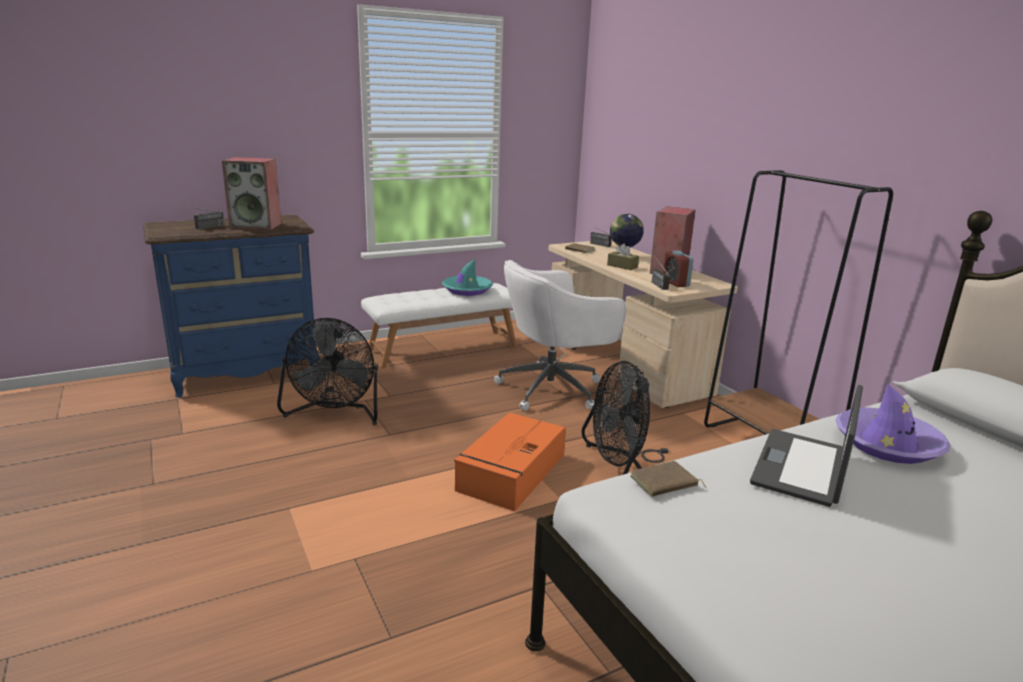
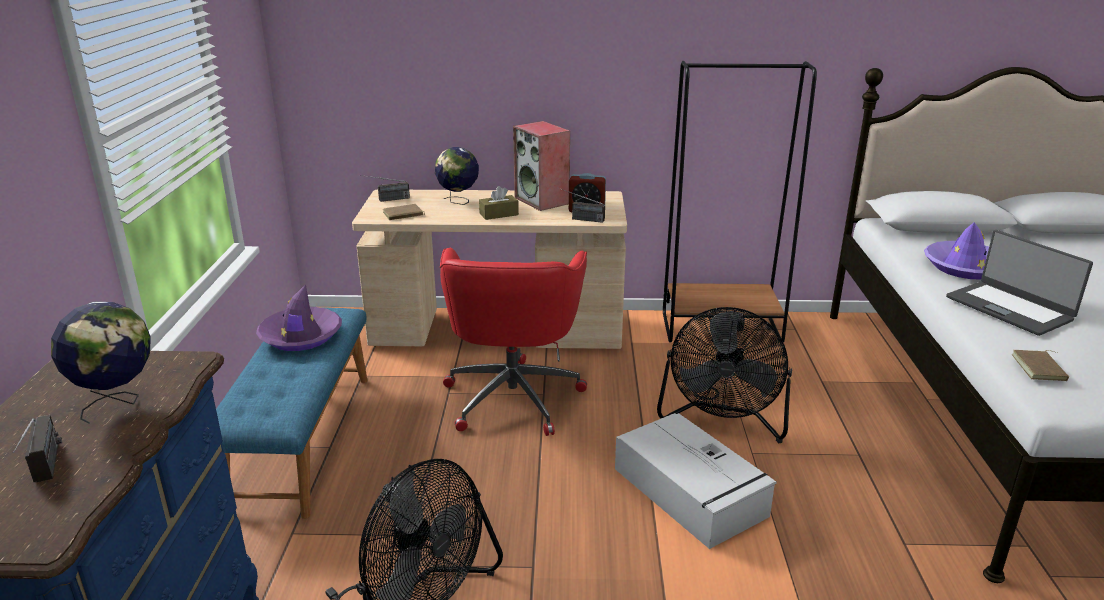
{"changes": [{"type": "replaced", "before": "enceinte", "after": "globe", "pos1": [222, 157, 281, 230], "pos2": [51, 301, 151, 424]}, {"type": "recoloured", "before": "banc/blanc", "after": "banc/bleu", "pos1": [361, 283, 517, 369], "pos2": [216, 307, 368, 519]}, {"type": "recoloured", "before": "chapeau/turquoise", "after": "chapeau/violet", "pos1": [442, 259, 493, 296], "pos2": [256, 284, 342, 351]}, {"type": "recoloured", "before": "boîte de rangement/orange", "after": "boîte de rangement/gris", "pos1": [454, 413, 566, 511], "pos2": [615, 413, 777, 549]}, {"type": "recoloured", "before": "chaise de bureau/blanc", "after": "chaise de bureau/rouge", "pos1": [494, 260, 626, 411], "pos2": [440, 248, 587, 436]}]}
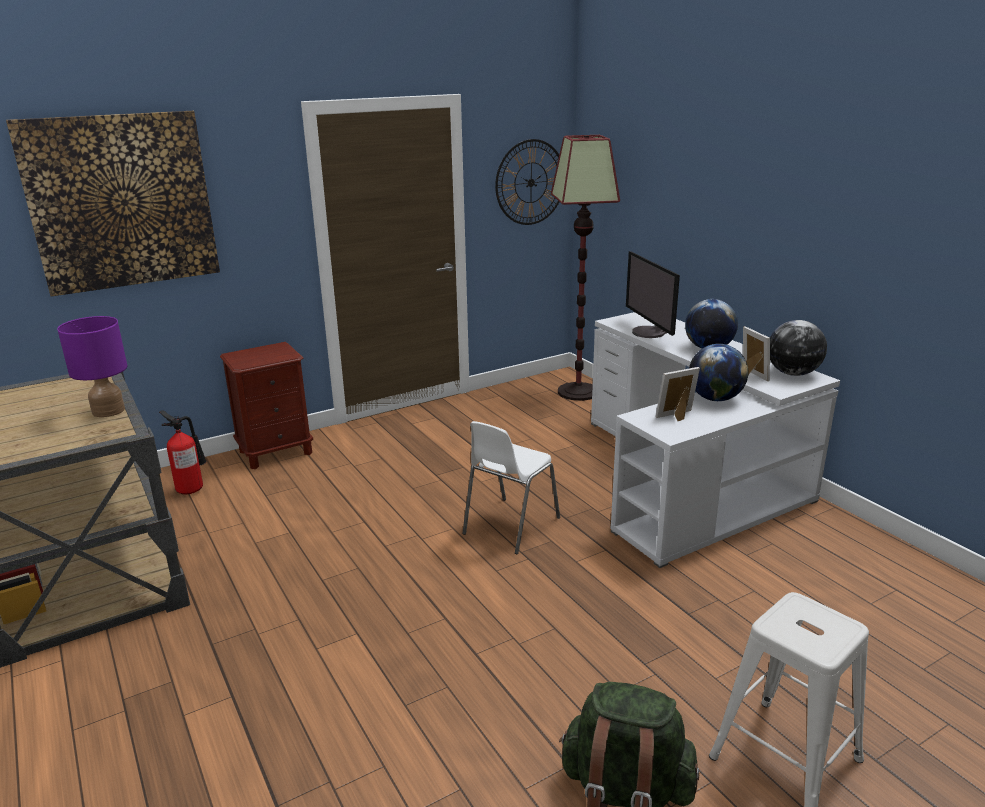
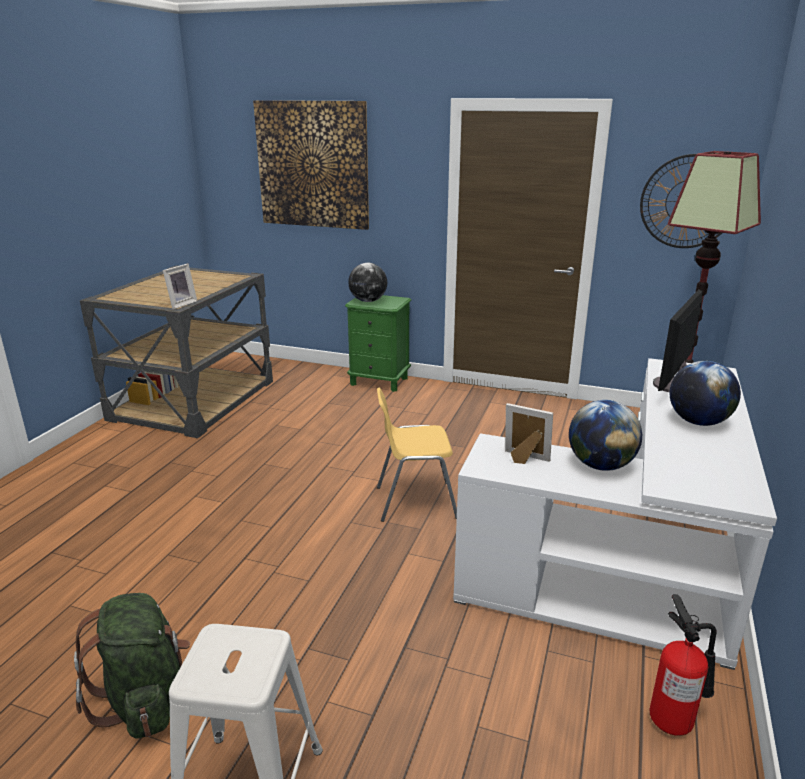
{"changes": [{"type": "removed", "before": "lampe de table/violet", "pos1": [57, 316, 128, 417]}, {"type": "moved", "before": "extincteur", "pos1": [159, 410, 207, 494], "pos2": [649, 594, 717, 736]}, {"type": "recoloured", "before": "table de chevet/marron", "after": "table de chevet/vert", "pos1": [220, 342, 313, 469], "pos2": [345, 295, 411, 392]}, {"type": "recoloured", "before": "chaise/blanc", "after": "chaise/jaune", "pos1": [462, 421, 560, 554], "pos2": [377, 388, 457, 522]}, {"type": "moved", "before": "cadre photo", "pos1": [743, 326, 770, 381], "pos2": [163, 264, 197, 309]}, {"type": "moved", "before": "globe", "pos1": [770, 320, 827, 376], "pos2": [348, 263, 387, 302]}]}
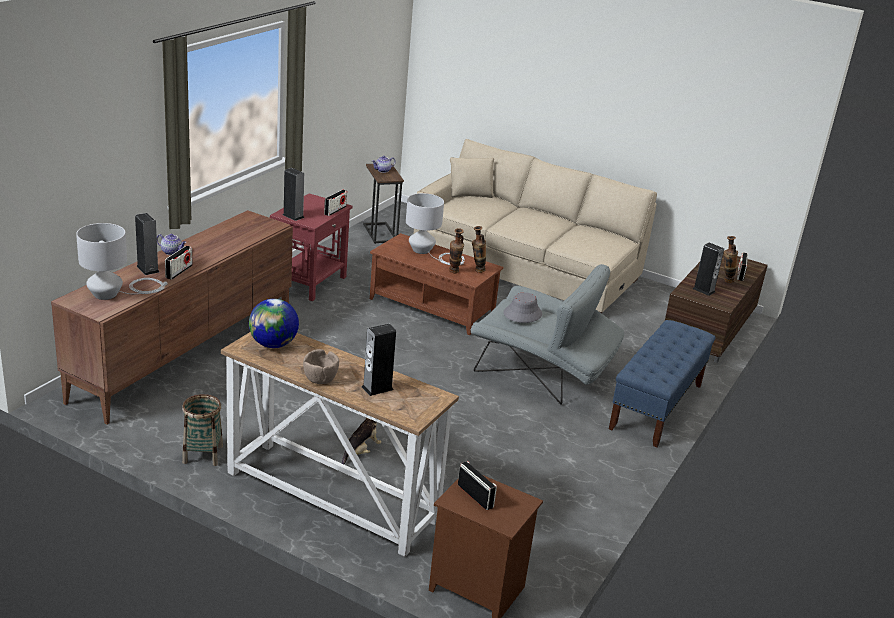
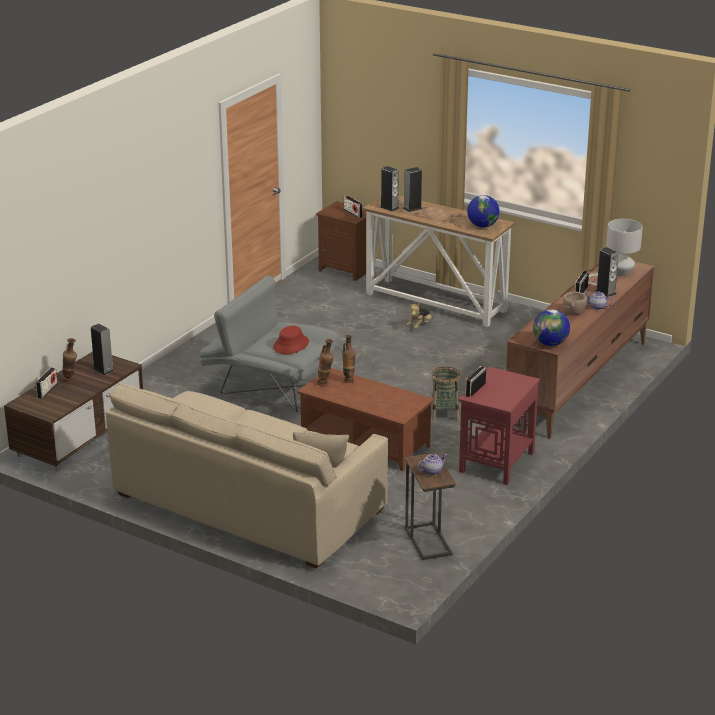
{"changes": [{"type": "moved", "before": "panier", "pos1": [182, 394, 223, 466], "pos2": [432, 366, 461, 420]}, {"type": "moved", "before": "enceinte", "pos1": [282, 168, 305, 221], "pos2": [380, 166, 399, 211]}, {"type": "moved", "before": "bol/marron", "pos1": [303, 349, 339, 384], "pos2": [563, 292, 587, 314]}, {"type": "removed", "before": "lampe de table/gris", "pos1": [406, 193, 465, 265]}, {"type": "recoloured", "before": "chapeau/gris", "after": "chapeau/rouge", "pos1": [503, 292, 542, 323], "pos2": [273, 326, 309, 354]}, {"type": "removed", "before": "banc/bleu", "pos1": [609, 320, 716, 447]}, {"type": "added", "after": "globe", "pos2": [533, 309, 570, 346]}]}
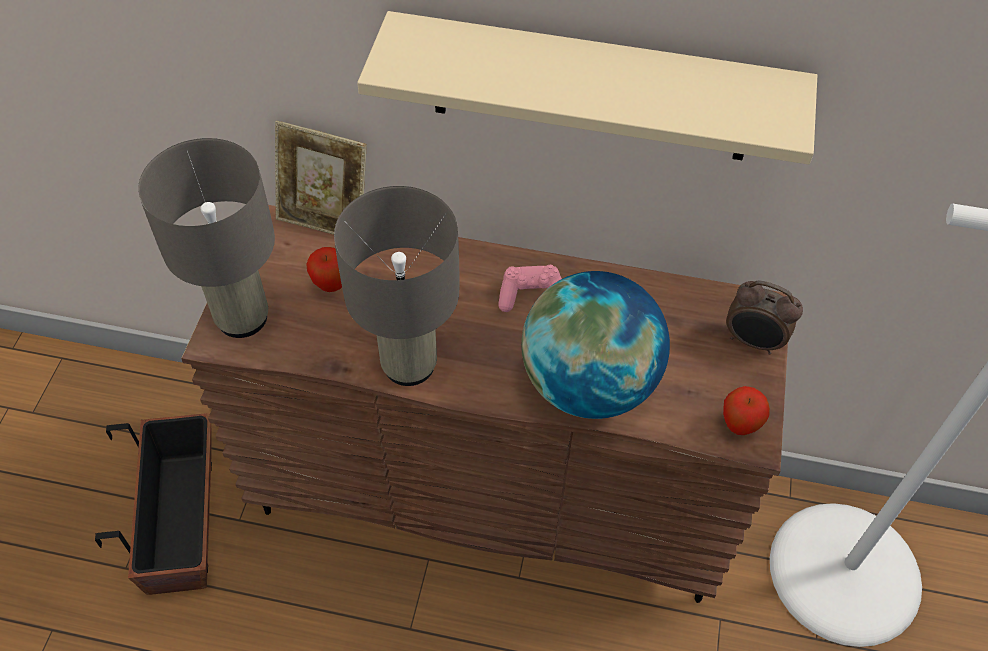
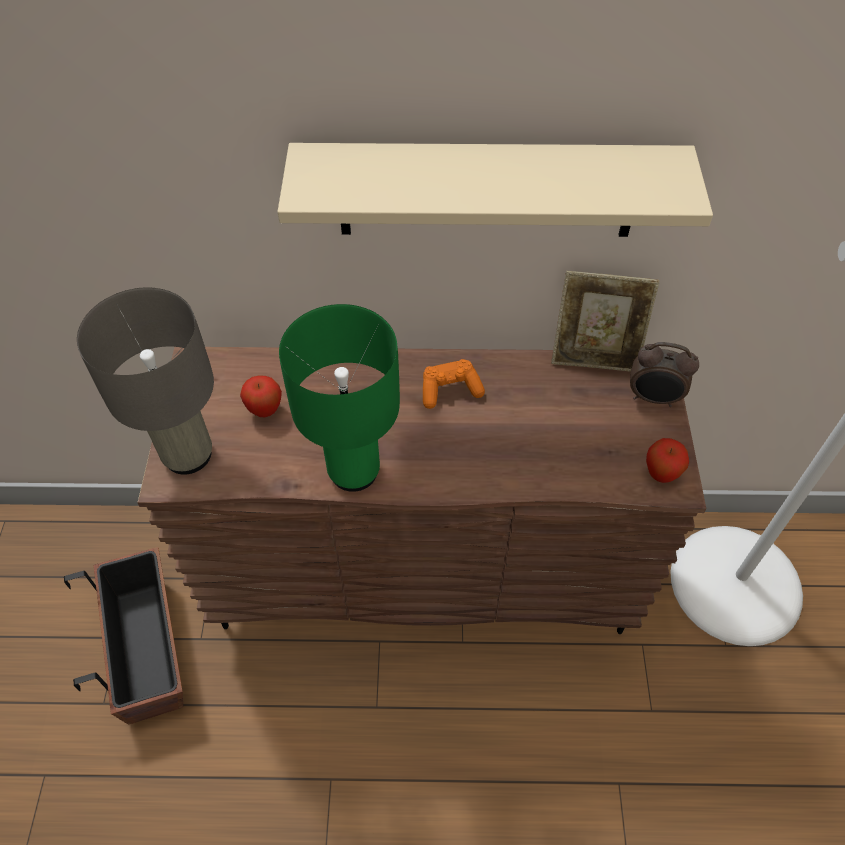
{"changes": [{"type": "moved", "before": "cadre photo", "pos1": [275, 121, 367, 235], "pos2": [551, 271, 660, 372]}, {"type": "recoloured", "before": "lampe de table/gris", "after": "lampe de table/vert", "pos1": [334, 186, 460, 386], "pos2": [279, 304, 400, 492]}, {"type": "recoloured", "before": "manette/rose", "after": "manette/orange", "pos1": [498, 265, 562, 312], "pos2": [423, 359, 485, 409]}, {"type": "removed", "before": "globe", "pos1": [521, 271, 670, 419]}]}
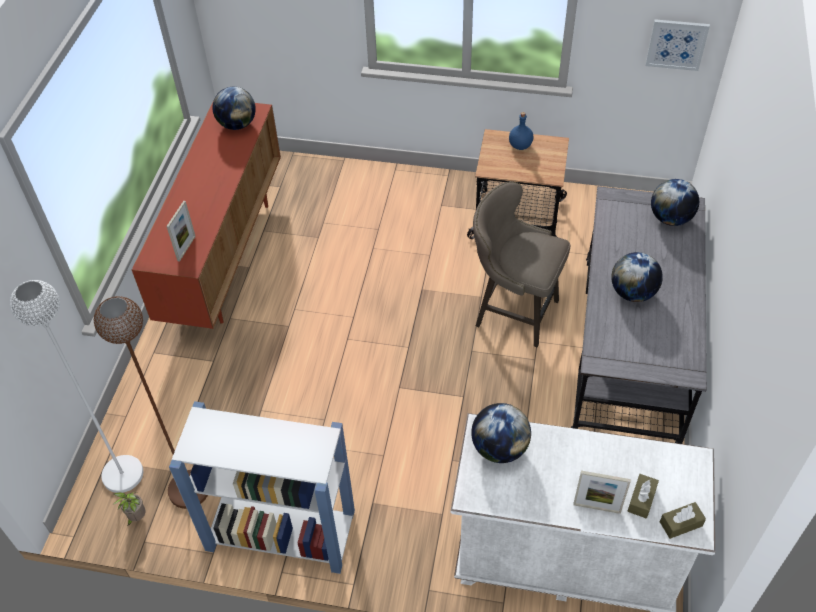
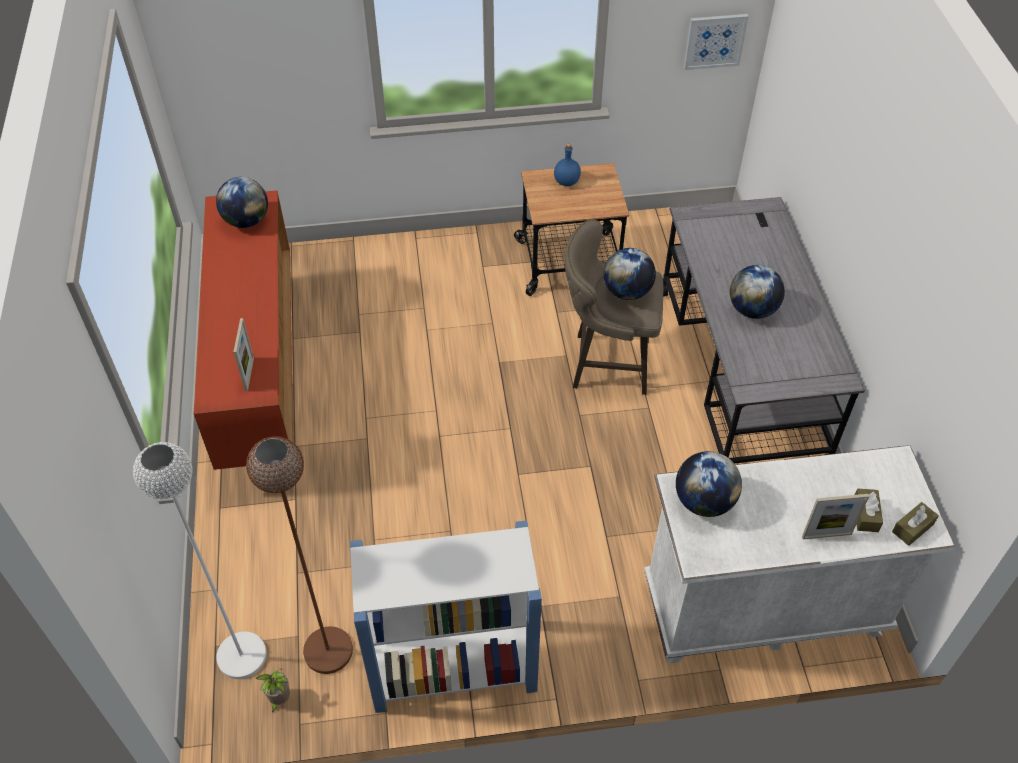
{"changes": [{"type": "moved", "before": "globe", "pos1": [651, 179, 699, 226], "pos2": [603, 248, 656, 300]}]}
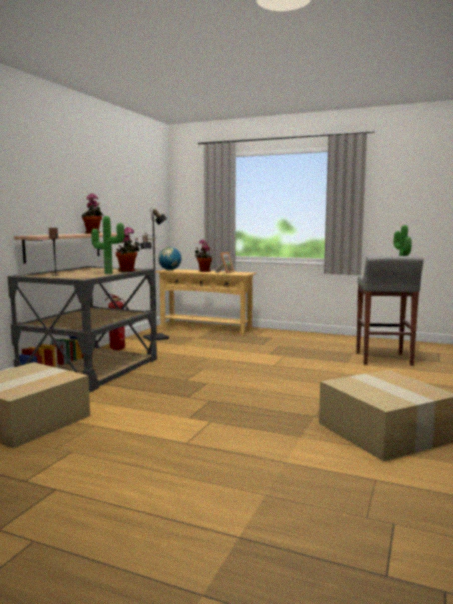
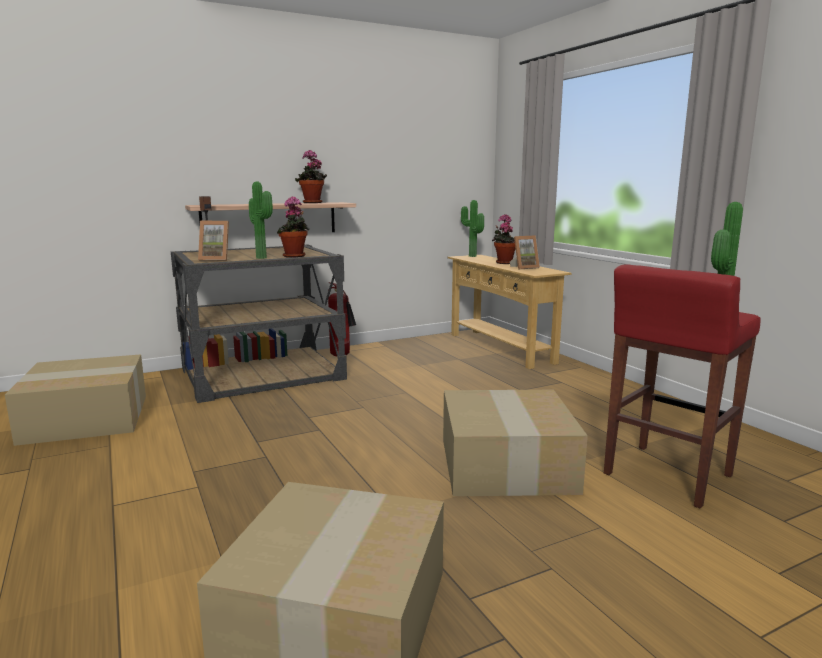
{"changes": [{"type": "removed", "before": "lampadaire/noir", "pos1": [140, 208, 169, 341]}, {"type": "replaced", "before": "globe", "after": "plante en pot", "pos1": [158, 247, 181, 270], "pos2": [461, 200, 484, 257]}, {"type": "recoloured", "before": "tabouret/gris", "after": "tabouret/rouge", "pos1": [356, 256, 424, 366], "pos2": [604, 264, 761, 509]}, {"type": "added", "after": "cadre photo", "pos2": [198, 221, 229, 261]}, {"type": "added", "after": "carton", "pos2": [443, 390, 588, 496]}]}
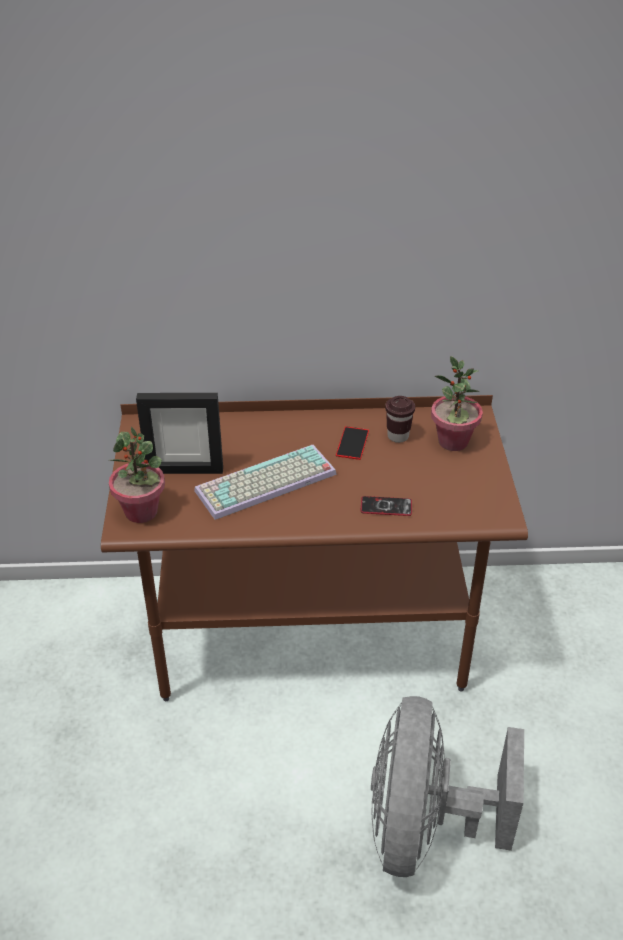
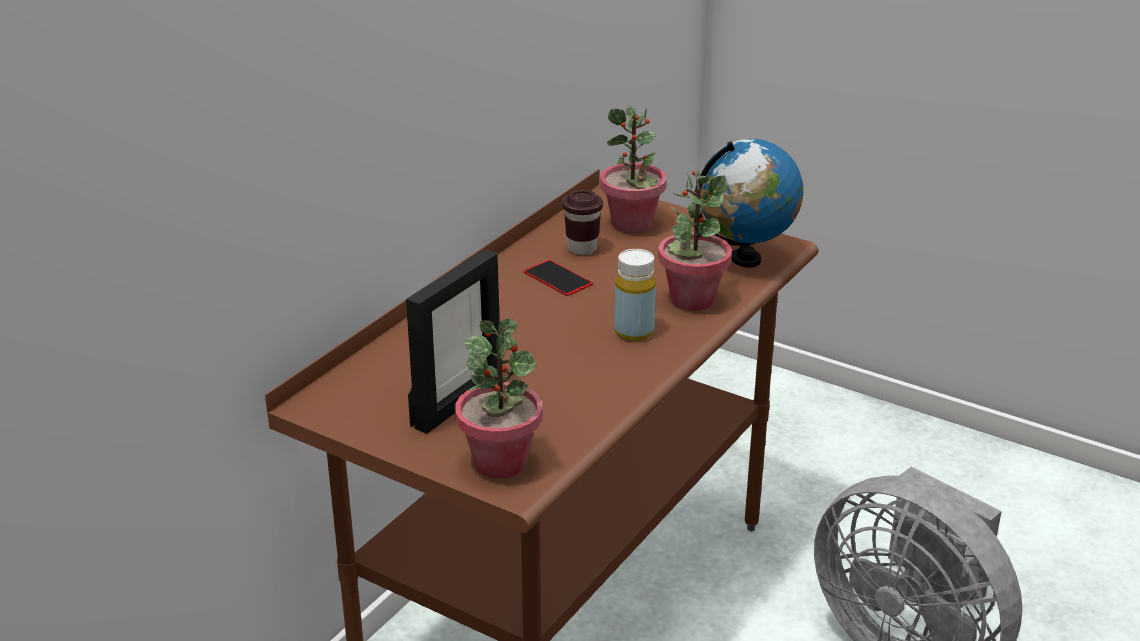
{"changes": [{"type": "removed", "before": "clavier", "pos1": [194, 445, 337, 520]}, {"type": "replaced", "before": "téléphone", "after": "plante en pot", "pos1": [361, 496, 412, 516], "pos2": [658, 170, 732, 311]}, {"type": "added", "after": "bouteille/jaune", "pos2": [614, 249, 656, 341]}, {"type": "added", "after": "globe", "pos2": [695, 139, 803, 268]}]}
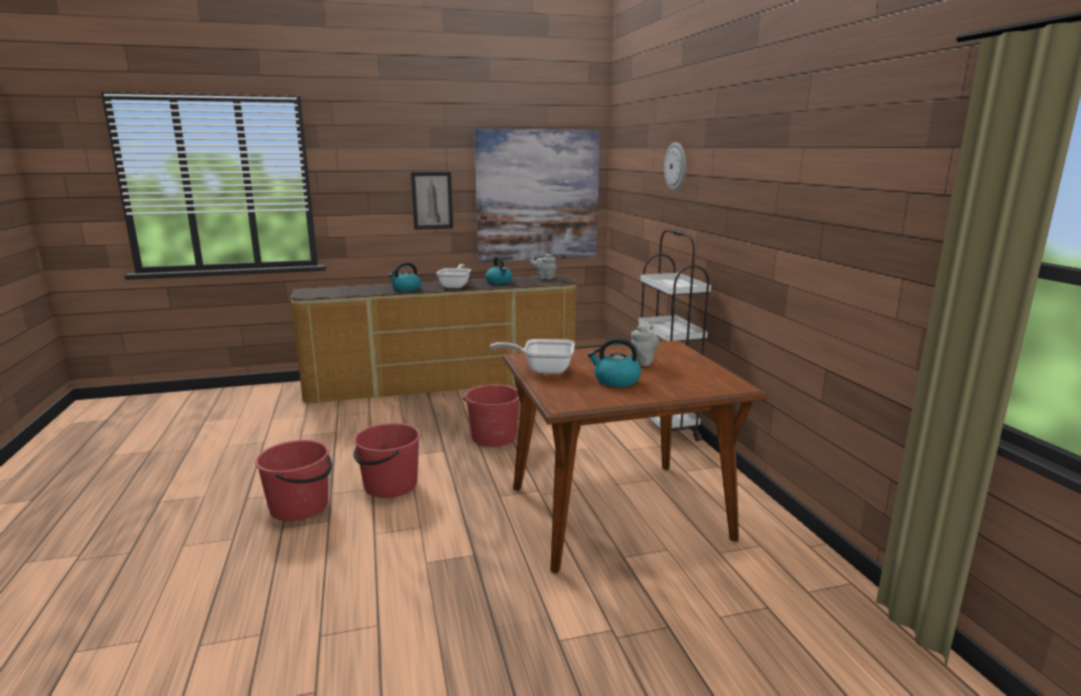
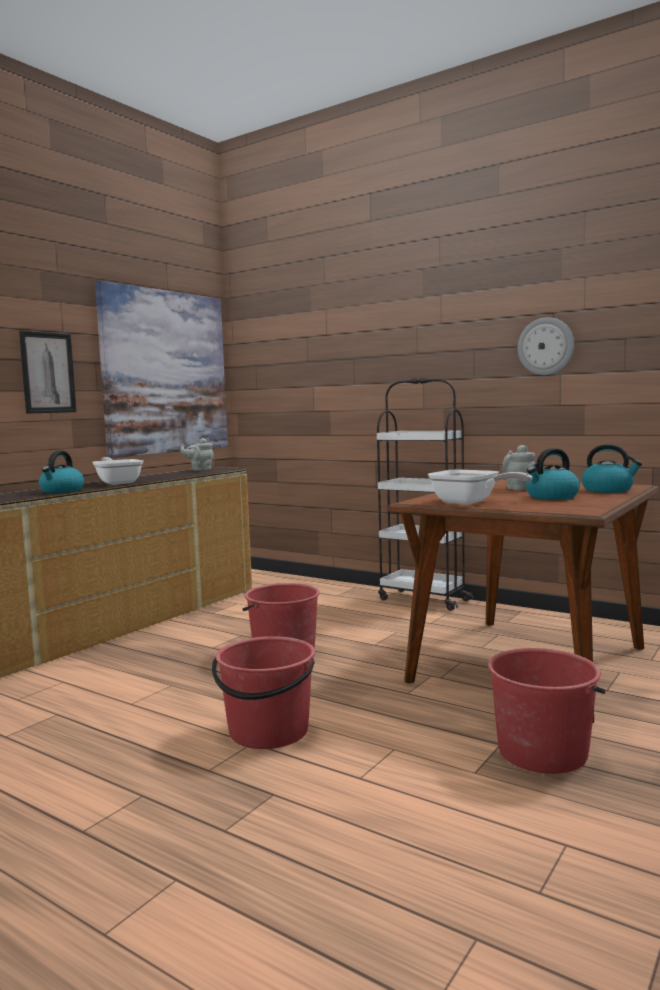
{"changes": [{"type": "moved", "before": "seau/rouge", "pos1": [255, 440, 332, 521], "pos2": [488, 648, 606, 774]}, {"type": "moved", "before": "bouilloire", "pos1": [485, 256, 513, 284], "pos2": [582, 444, 642, 493]}, {"type": "turned", "before": "poêle", "pos1": [490, 339, 575, 374], "pos2": [428, 470, 532, 505], "turn": -105}, {"type": "moved", "before": "horloge murale", "pos1": [664, 142, 686, 191], "pos2": [518, 317, 574, 375]}]}
